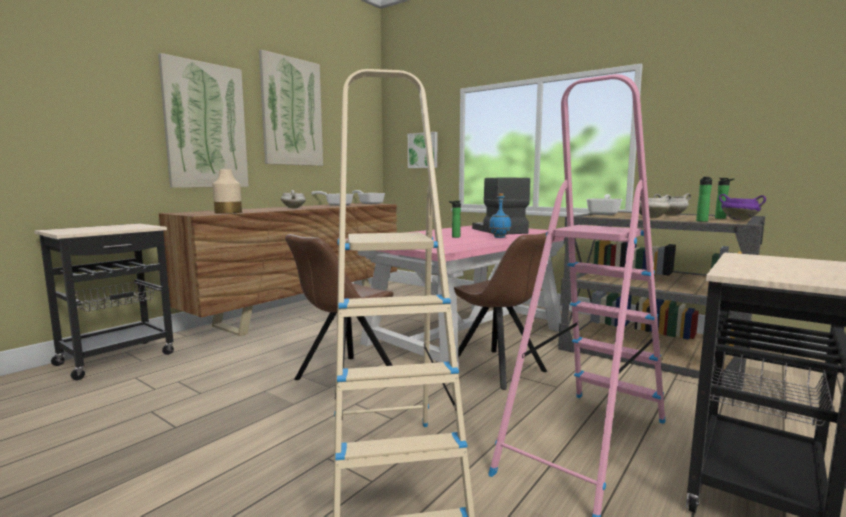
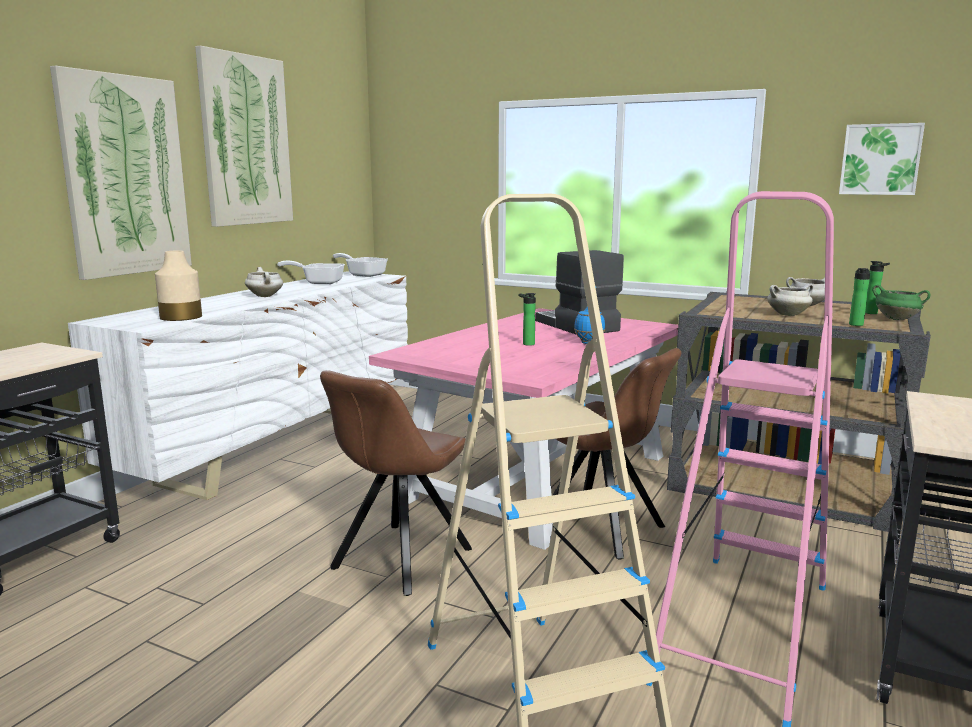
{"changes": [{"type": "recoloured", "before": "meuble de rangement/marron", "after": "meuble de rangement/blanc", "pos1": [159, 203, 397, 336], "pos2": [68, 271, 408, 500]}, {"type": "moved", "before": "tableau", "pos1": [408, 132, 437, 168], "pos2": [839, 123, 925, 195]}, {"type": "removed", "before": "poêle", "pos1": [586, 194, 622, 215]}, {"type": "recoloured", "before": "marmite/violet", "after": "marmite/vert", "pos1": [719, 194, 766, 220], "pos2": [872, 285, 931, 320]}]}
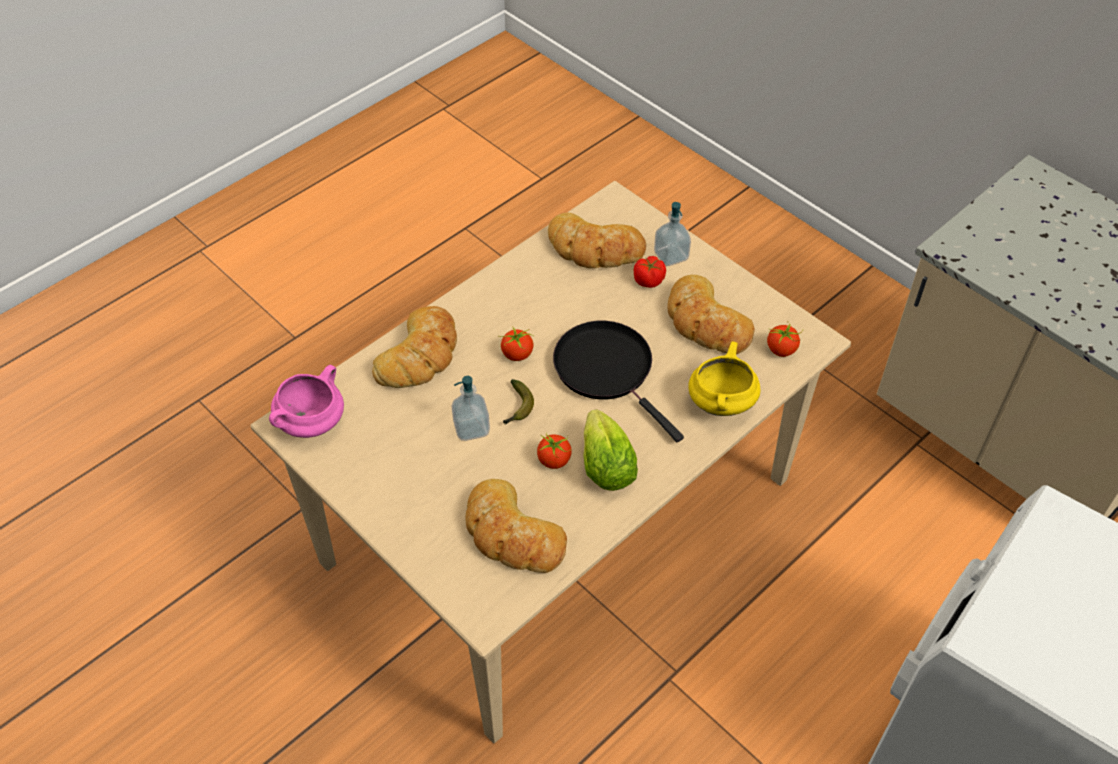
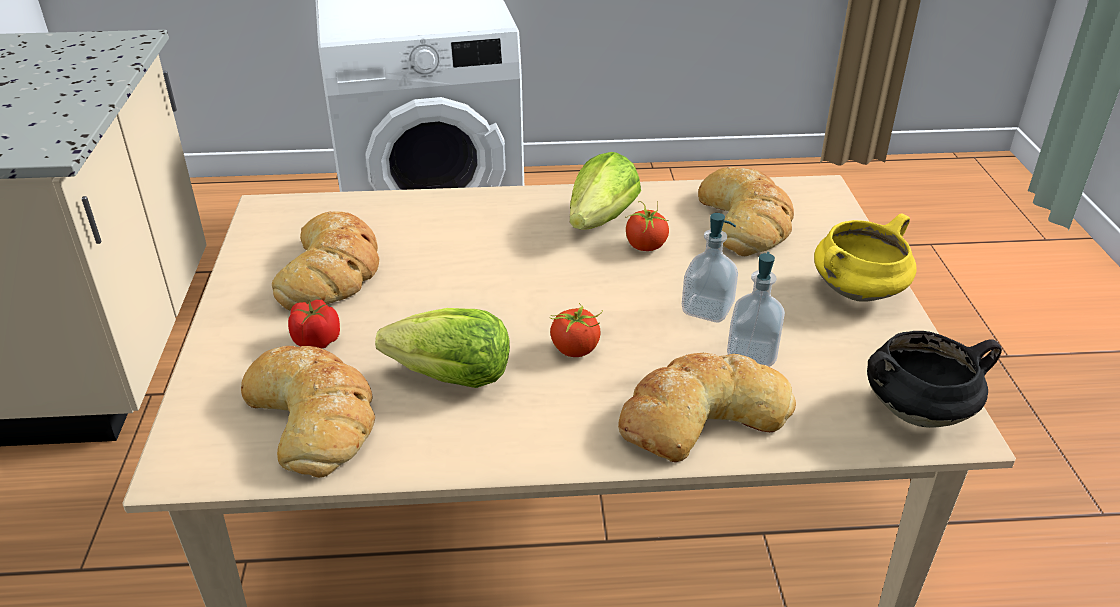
{"changes": [{"type": "recoloured", "before": "marmite/rose", "after": "marmite/noir", "pos1": [269, 365, 344, 438], "pos2": [867, 331, 1002, 428]}, {"type": "removed", "before": "banane", "pos1": [503, 379, 534, 425]}, {"type": "removed", "before": "poêle/noir", "pos1": [553, 321, 684, 442]}, {"type": "moved", "before": "distributeur de savon", "pos1": [654, 202, 691, 266], "pos2": [727, 252, 785, 367]}, {"type": "moved", "before": "marmite/jaune", "pos1": [688, 341, 760, 416], "pos2": [814, 214, 917, 302]}, {"type": "removed", "before": "tomate", "pos1": [767, 323, 803, 357]}, {"type": "added", "after": "laitue", "pos2": [375, 308, 510, 388]}]}
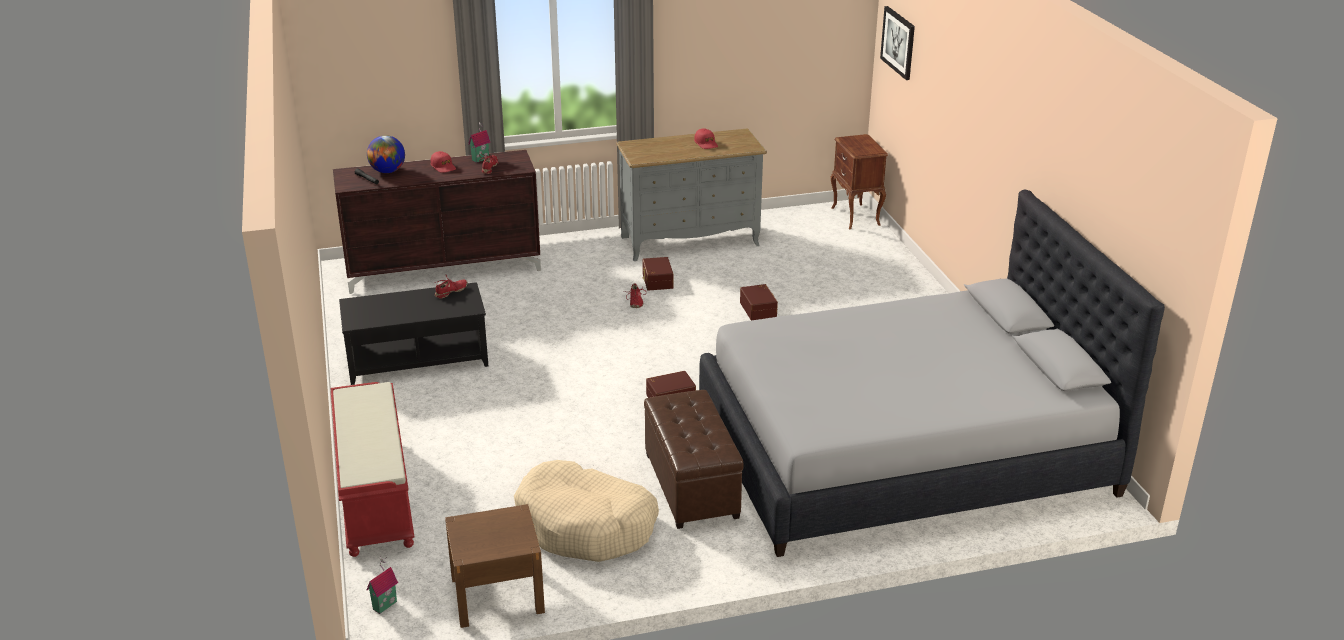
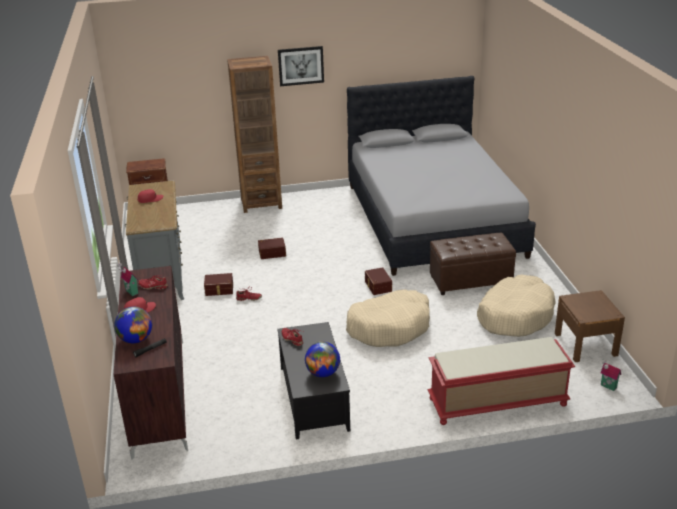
{"changes": [{"type": "moved", "before": "tableau", "pos1": [880, 6, 915, 80], "pos2": [278, 46, 324, 86]}, {"type": "added", "after": "bibliothèque/marron", "pos2": [227, 56, 282, 213]}, {"type": "added", "after": "globe", "pos2": [305, 342, 340, 377]}, {"type": "added", "after": "panier pour chien/beige", "pos2": [346, 289, 430, 347]}]}
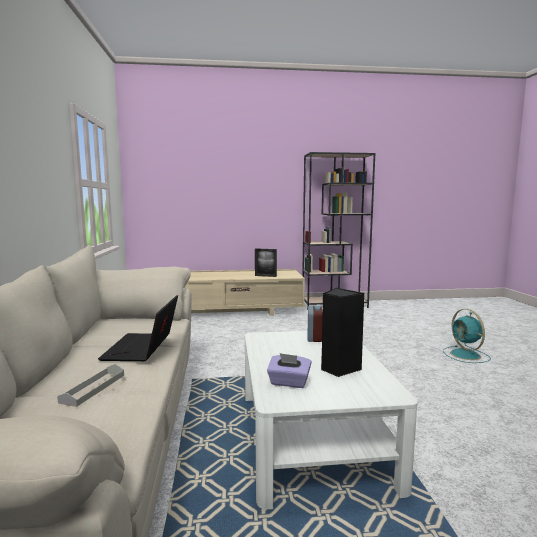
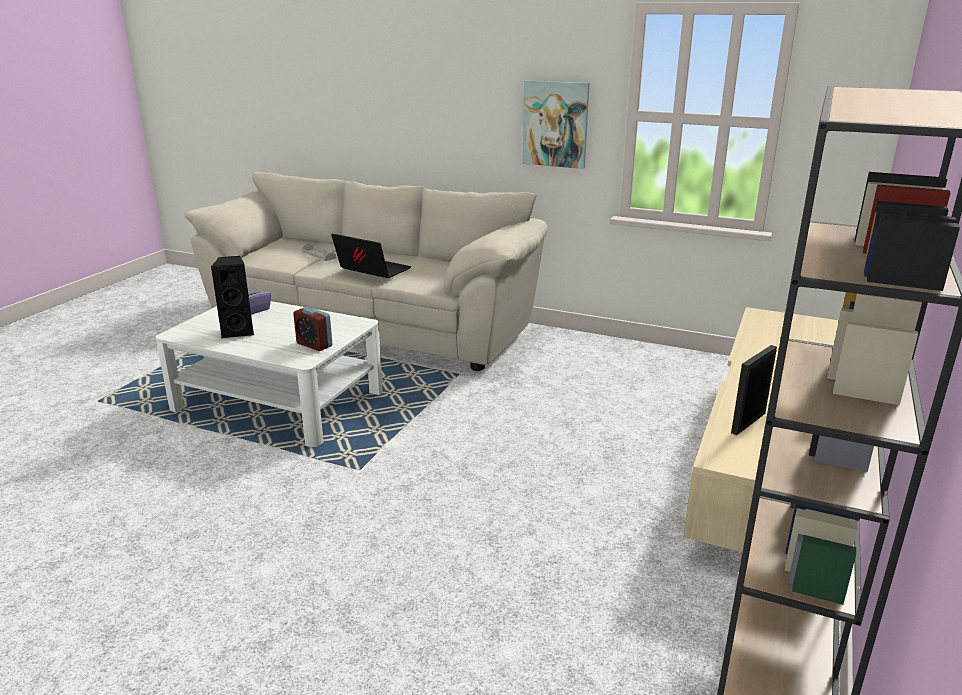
{"changes": [{"type": "removed", "before": "ventilateur/turquoise", "pos1": [443, 309, 491, 363]}, {"type": "added", "after": "tableau", "pos2": [522, 80, 590, 169]}]}
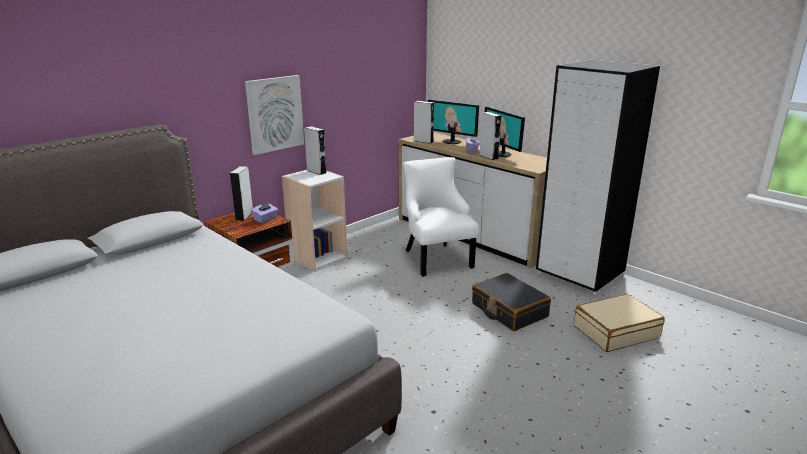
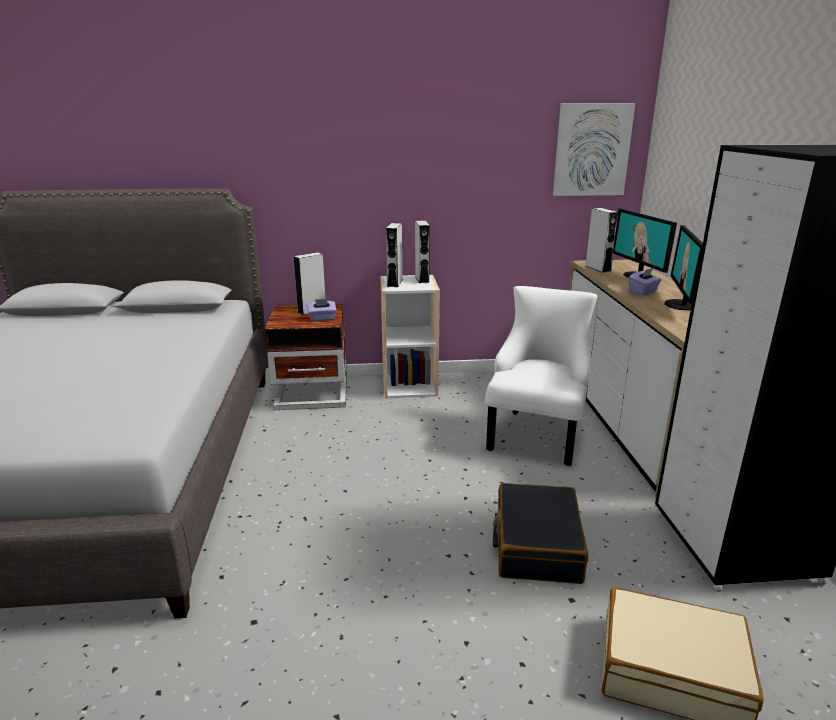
{"changes": [{"type": "moved", "before": "tableau", "pos1": [245, 75, 304, 155], "pos2": [553, 103, 635, 196]}, {"type": "moved", "before": "enceinte/gris", "pos1": [479, 112, 502, 160], "pos2": [386, 223, 402, 287]}]}
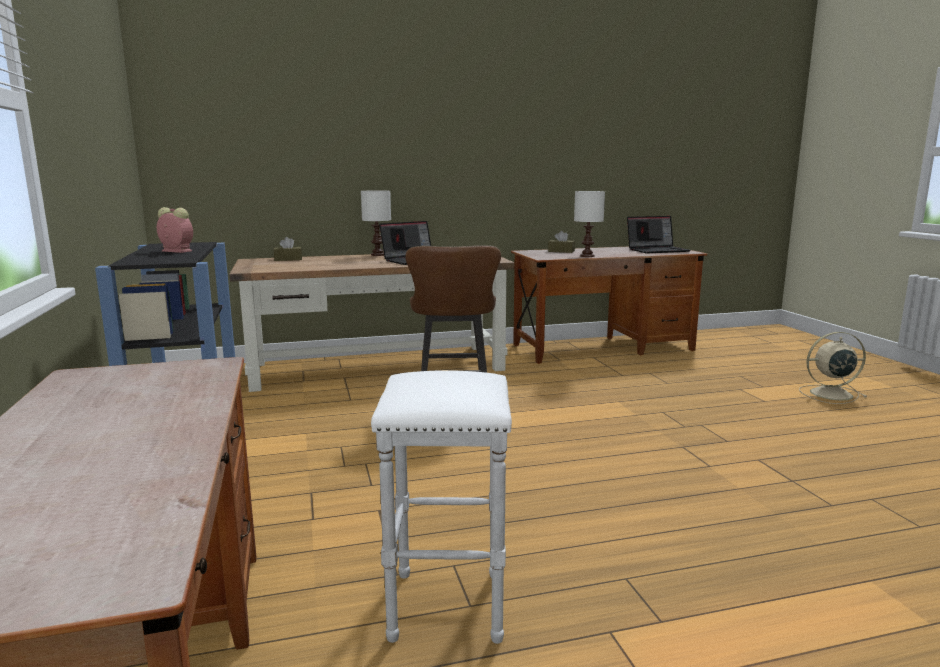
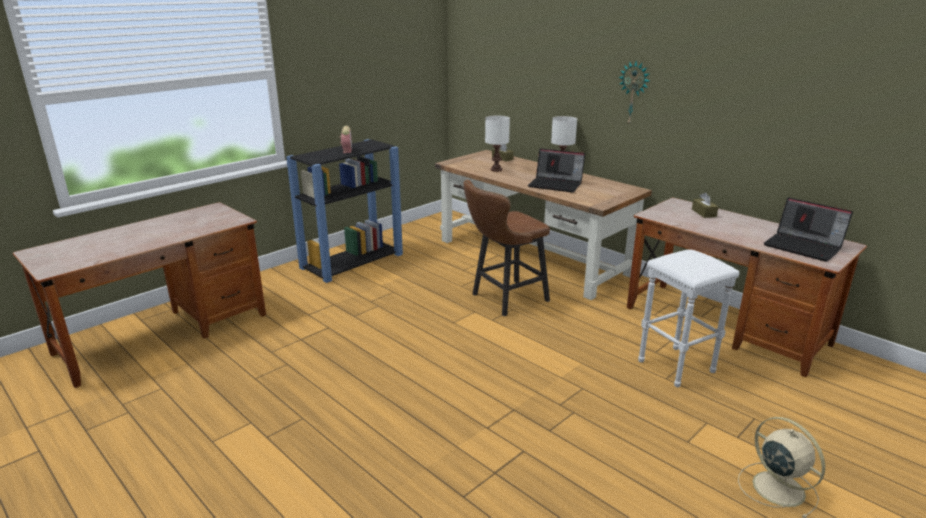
{"changes": [{"type": "moved", "before": "tabouret/blanc", "pos1": [371, 370, 512, 644], "pos2": [638, 249, 739, 387]}, {"type": "moved", "before": "lampe de table/blanc", "pos1": [574, 191, 605, 257], "pos2": [485, 116, 510, 172]}, {"type": "added", "after": "horloge murale", "pos2": [619, 61, 649, 124]}]}
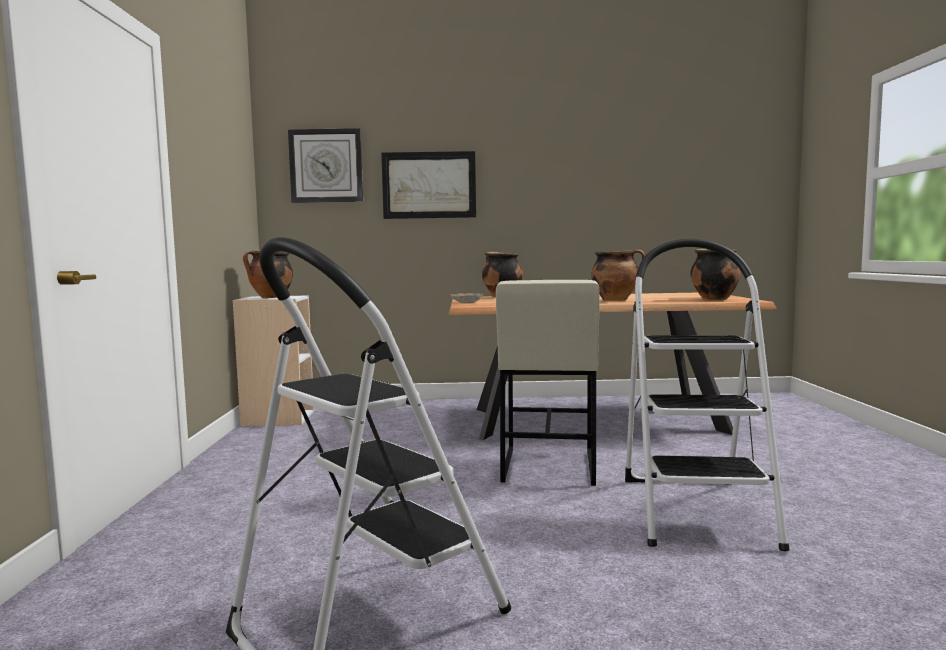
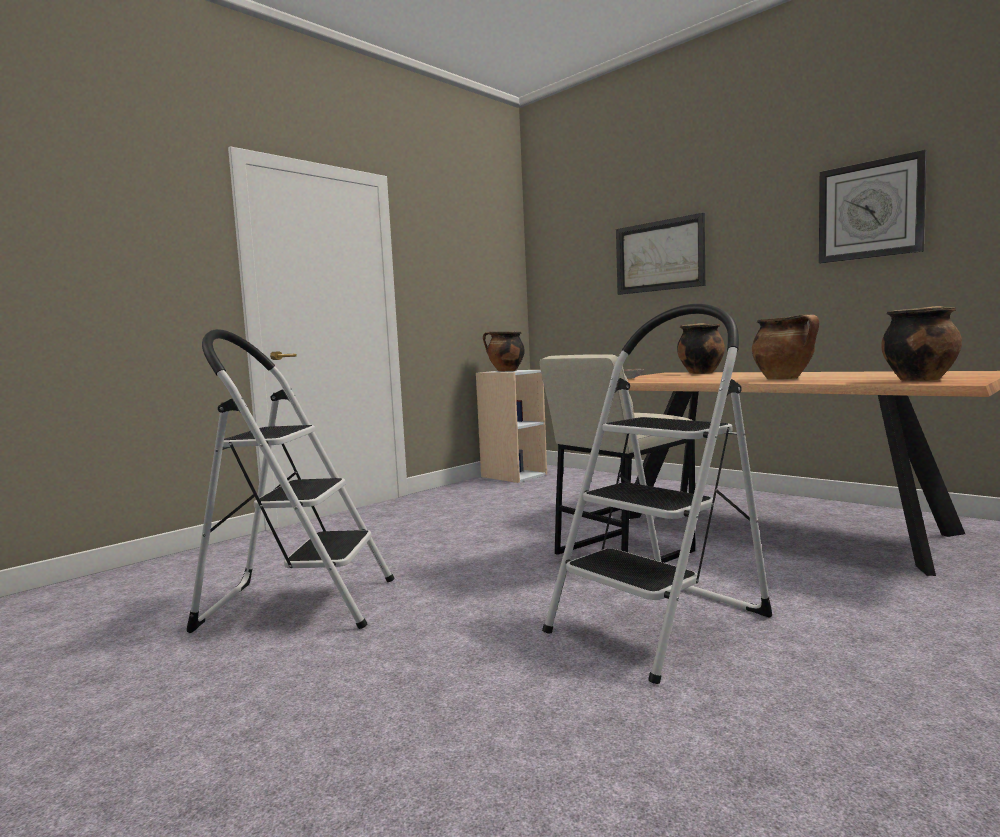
{"changes": [{"type": "moved", "before": "horloge murale", "pos1": [288, 128, 363, 203], "pos2": [819, 150, 927, 263]}]}
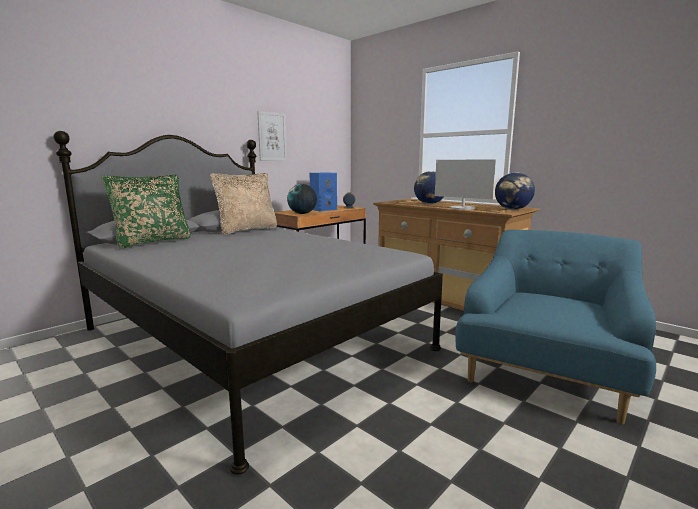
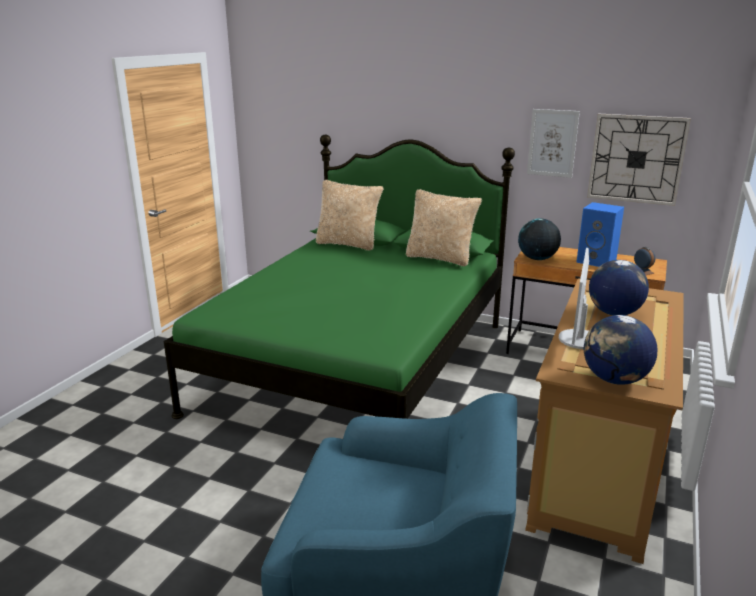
{"changes": [{"type": "recoloured", "before": "lit/gris", "after": "lit/vert", "pos1": [53, 131, 443, 475], "pos2": [164, 135, 515, 419]}, {"type": "recoloured", "before": "coussin/vert", "after": "coussin/beige", "pos1": [101, 175, 191, 249], "pos2": [316, 180, 384, 251]}, {"type": "added", "after": "horloge murale", "pos2": [587, 114, 691, 206]}]}
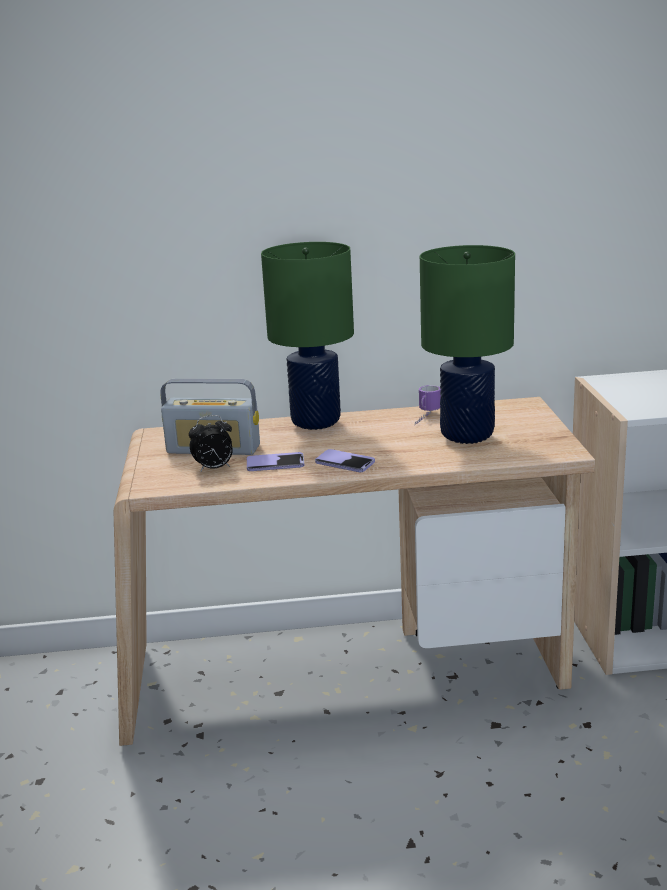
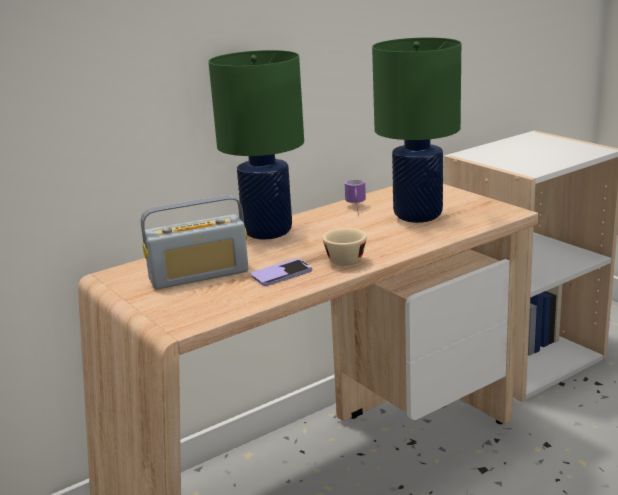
{"changes": [{"type": "removed", "before": "réveil", "pos1": [189, 415, 233, 472]}, {"type": "replaced", "before": "téléphone", "after": "tasse/beige", "pos1": [315, 449, 375, 472], "pos2": [322, 228, 367, 266]}]}
